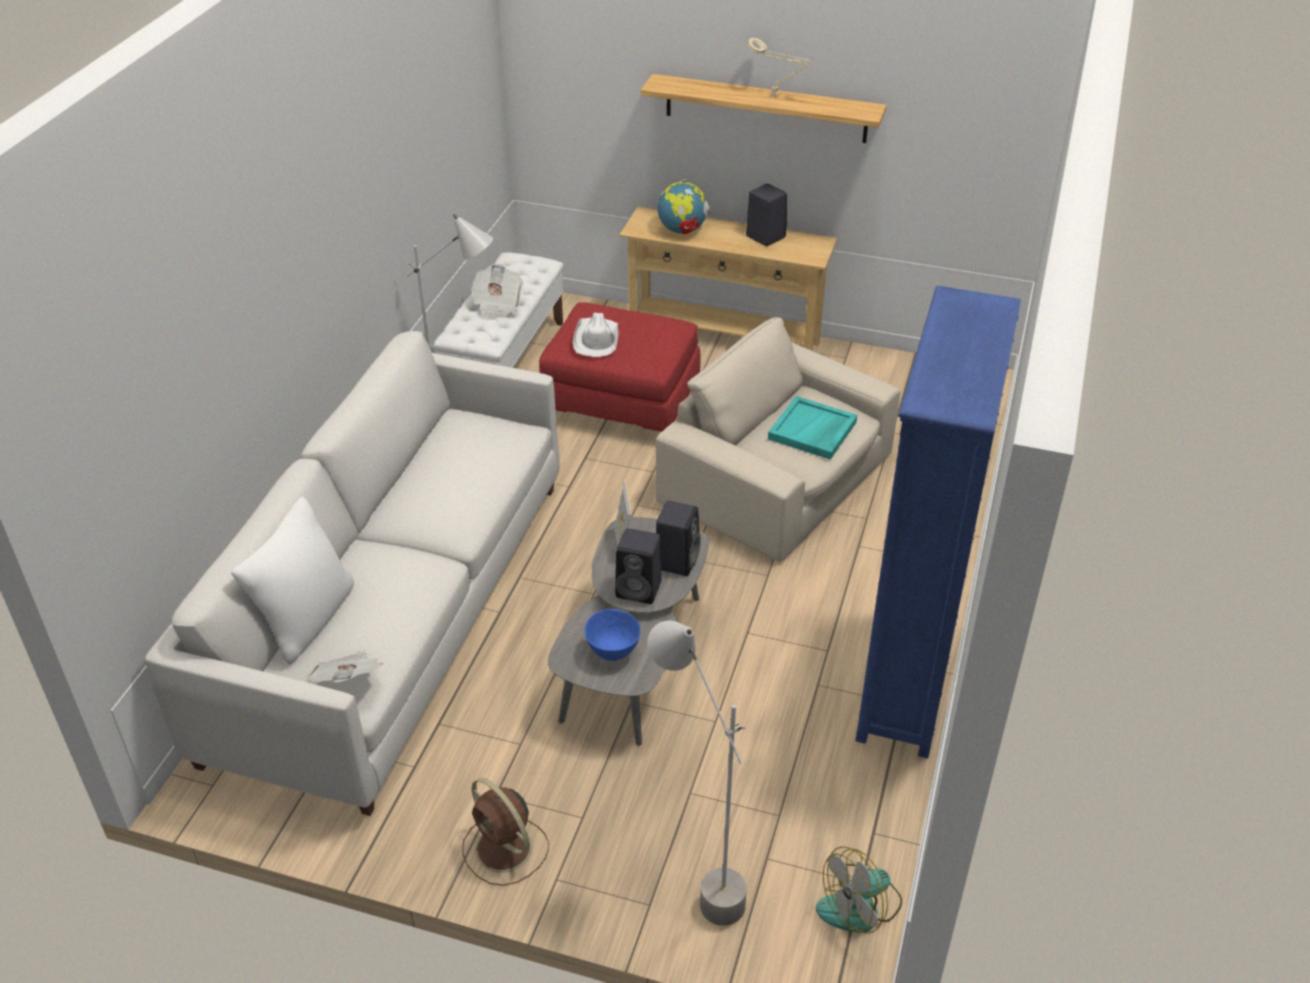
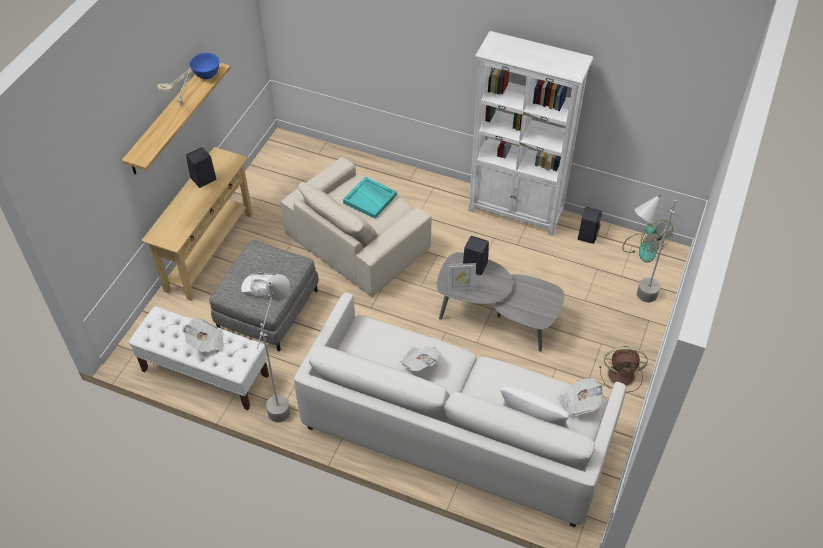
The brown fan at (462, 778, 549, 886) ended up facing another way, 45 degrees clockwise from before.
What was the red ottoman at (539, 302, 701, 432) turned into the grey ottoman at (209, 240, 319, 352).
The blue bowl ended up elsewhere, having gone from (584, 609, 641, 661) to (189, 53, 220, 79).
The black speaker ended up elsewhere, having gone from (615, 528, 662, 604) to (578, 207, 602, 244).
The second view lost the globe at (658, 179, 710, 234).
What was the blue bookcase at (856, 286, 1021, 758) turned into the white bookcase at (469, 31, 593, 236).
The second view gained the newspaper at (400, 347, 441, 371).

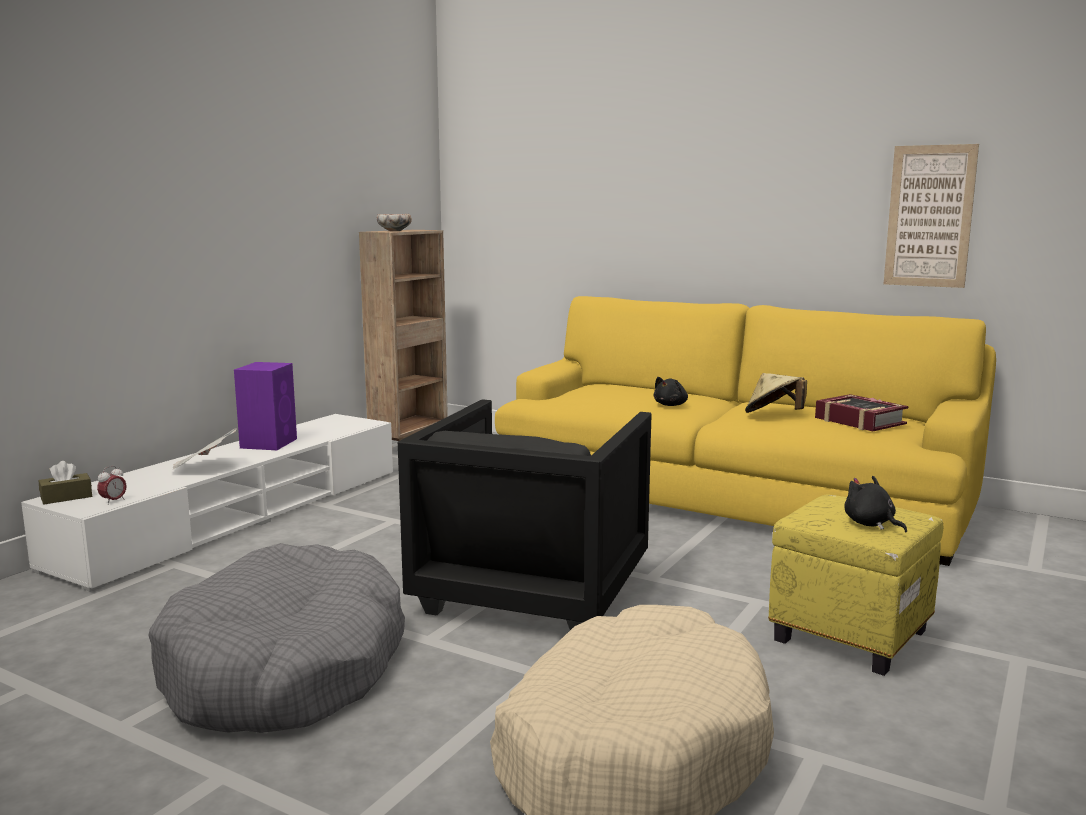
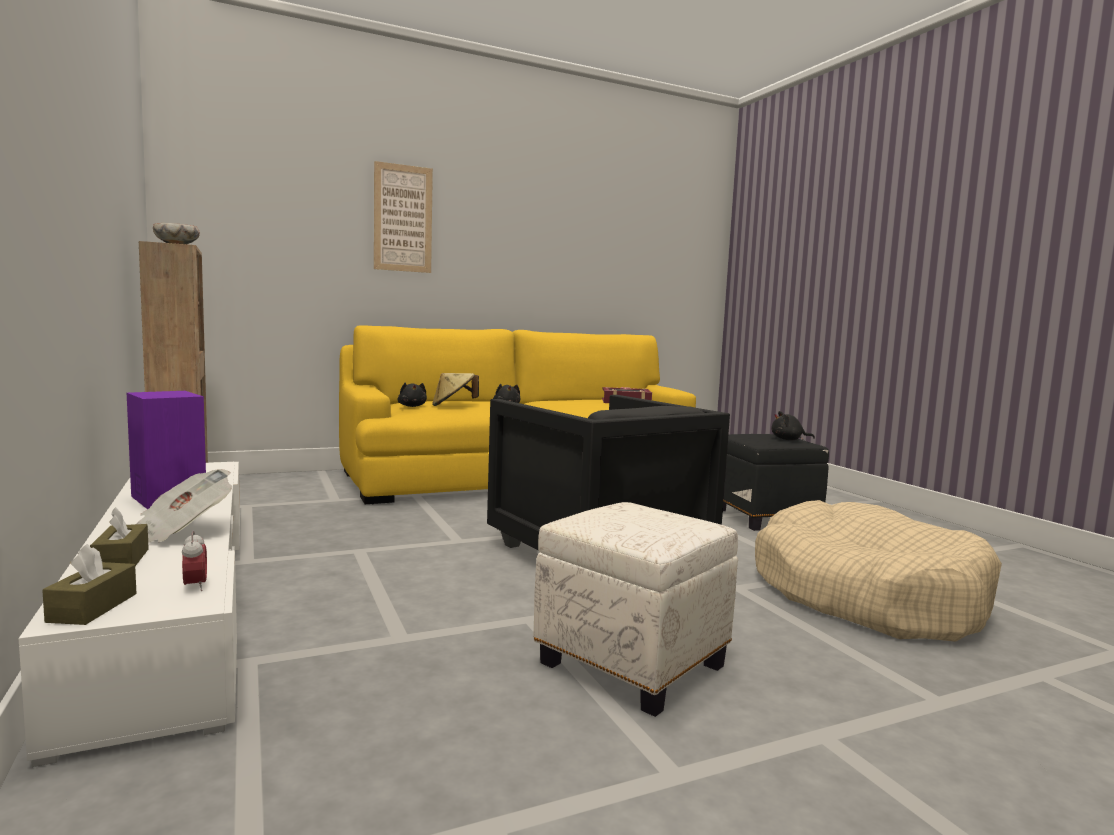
Where the grey dog bed stood at (148, 543, 405, 733), the white ottoman came to stand at (534, 502, 738, 717).
The beige hat ended up elsewhere, having gone from (745, 373, 807, 413) to (432, 373, 479, 406).
What was the yellow ottoman at (768, 494, 943, 676) turned into the black ottoman at (723, 434, 829, 531).
The picture ended up elsewhere, having gone from (884, 144, 979, 288) to (374, 161, 433, 273).
The second view gained the brown tissue box at (90, 508, 149, 566).
The second view gained the black plush toy at (397, 382, 427, 407).

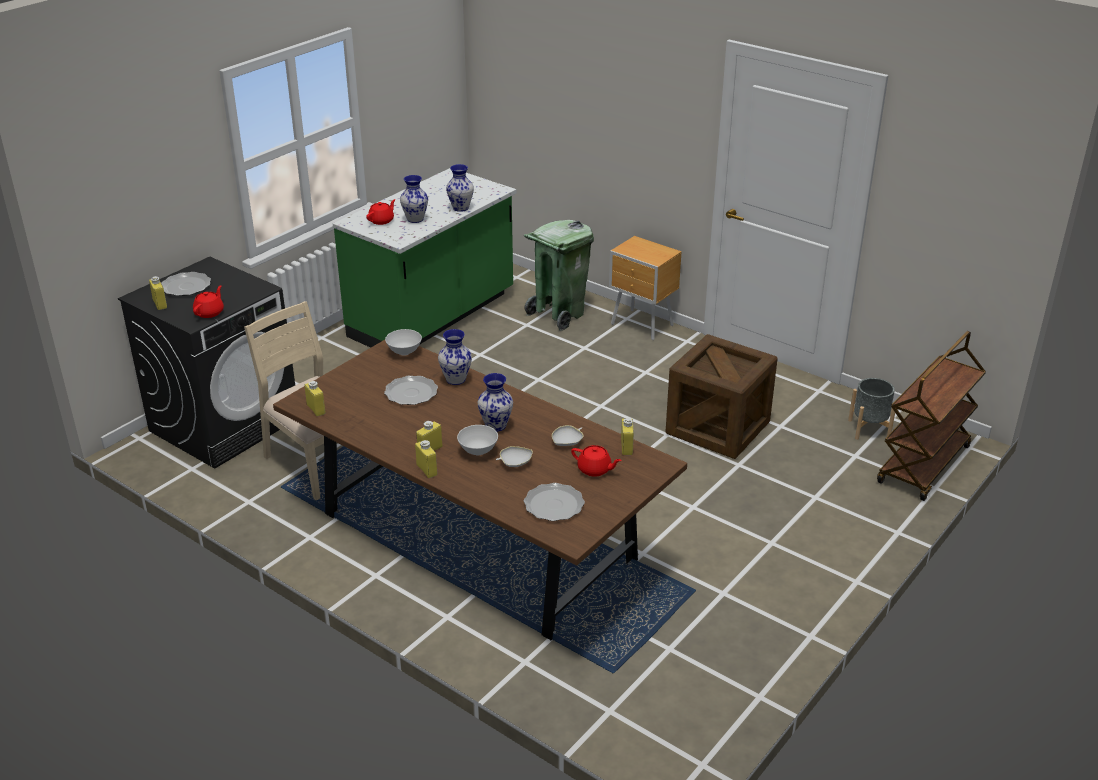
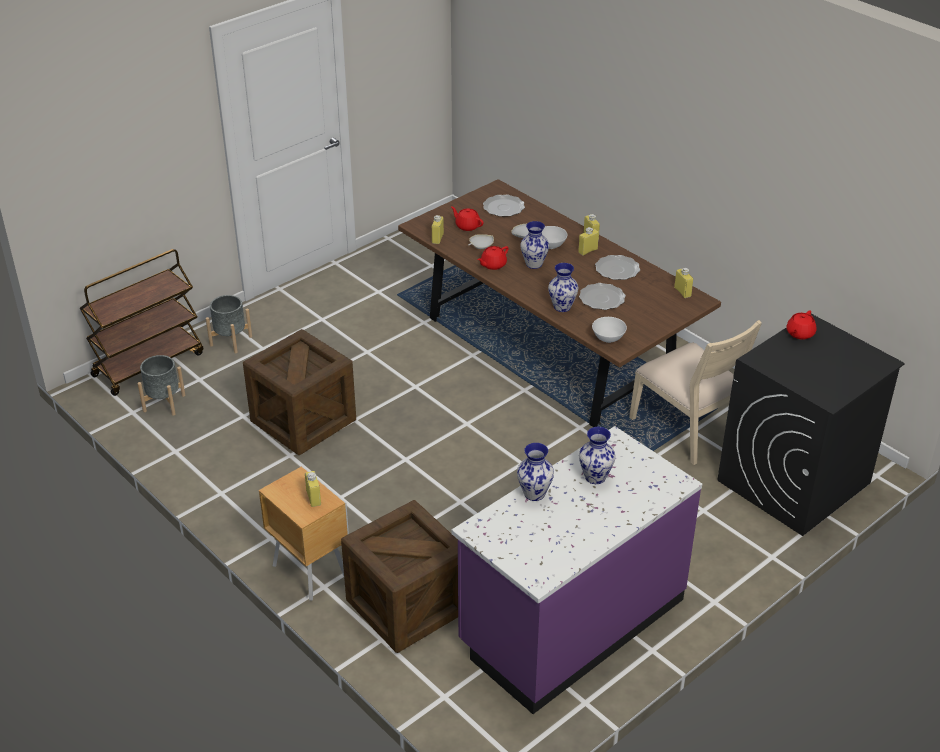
The yellow bottle ended up elsewhere, having gone from (149, 276, 167, 310) to (305, 471, 321, 507).
The plate ended up elsewhere, having gone from (161, 272, 211, 296) to (595, 255, 640, 280).
What was the green counter at (333, 168, 516, 348) turned into the purple counter at (451, 426, 702, 714).
The red teapot ended up elsewhere, having gone from (366, 199, 396, 225) to (477, 246, 509, 270).
Where the green trash can stood at (524, 220, 594, 331), the crate came to stand at (341, 500, 458, 653).
The second view gained the grey planter at (206, 295, 252, 353).

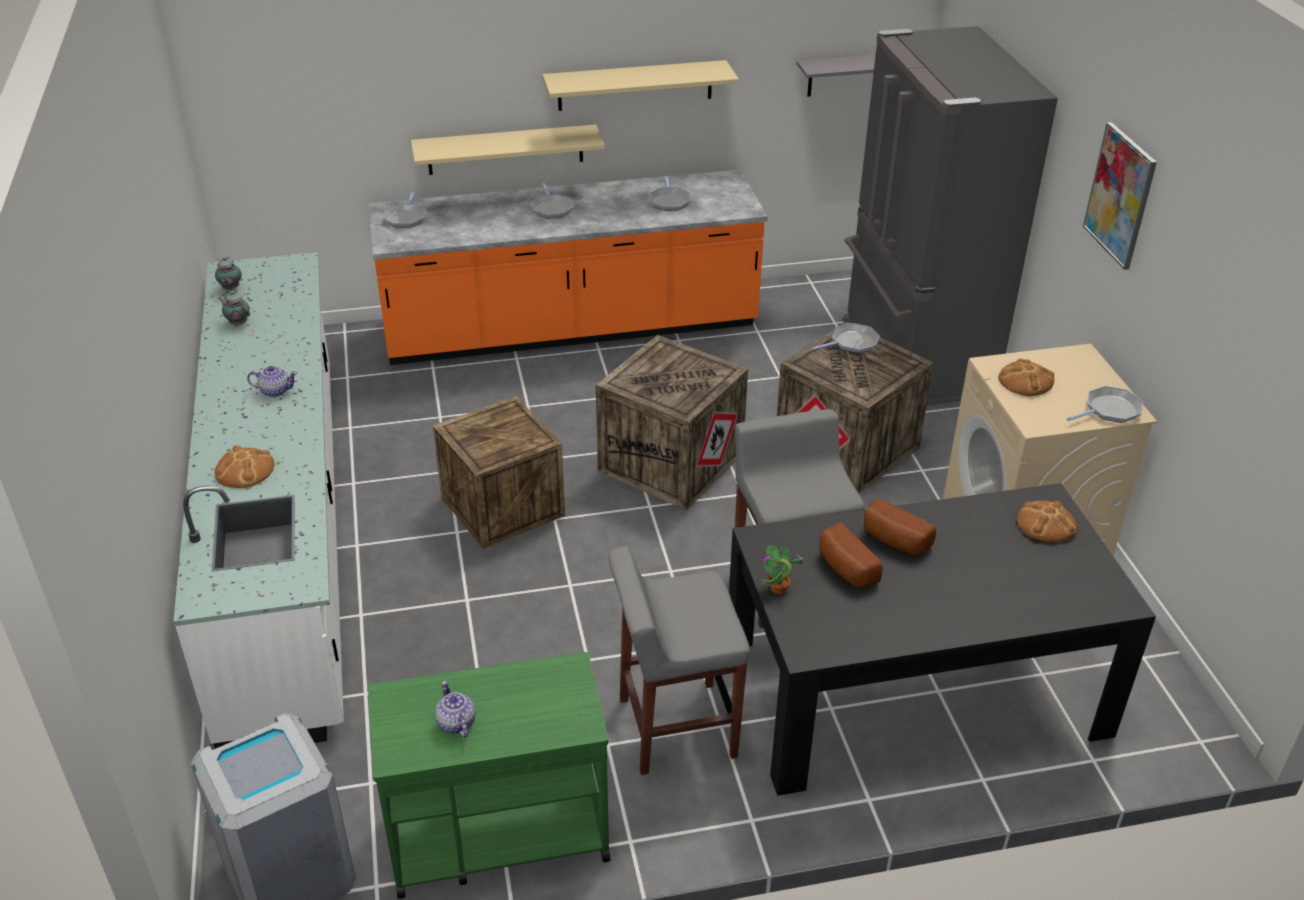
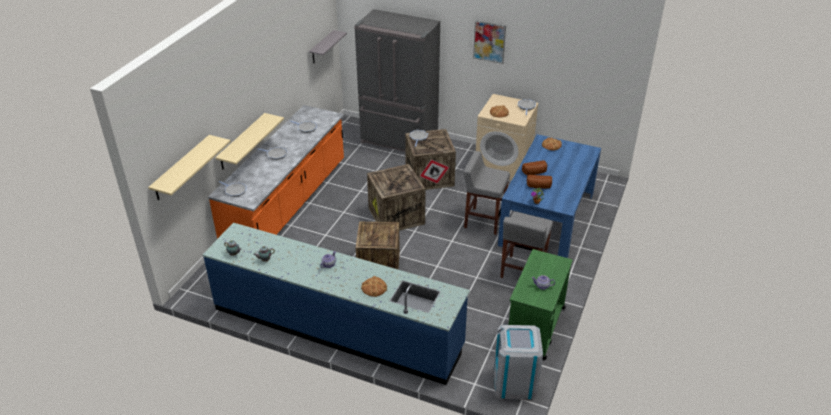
What was the white counter at (173, 252, 344, 749) turned into the blue counter at (203, 222, 470, 385).
The beige shelf ended up elsewhere, having gone from (542, 60, 739, 111) to (148, 135, 231, 200).
What was the black dining table at (729, 483, 1156, 796) turned into the blue dining table at (498, 134, 601, 258).

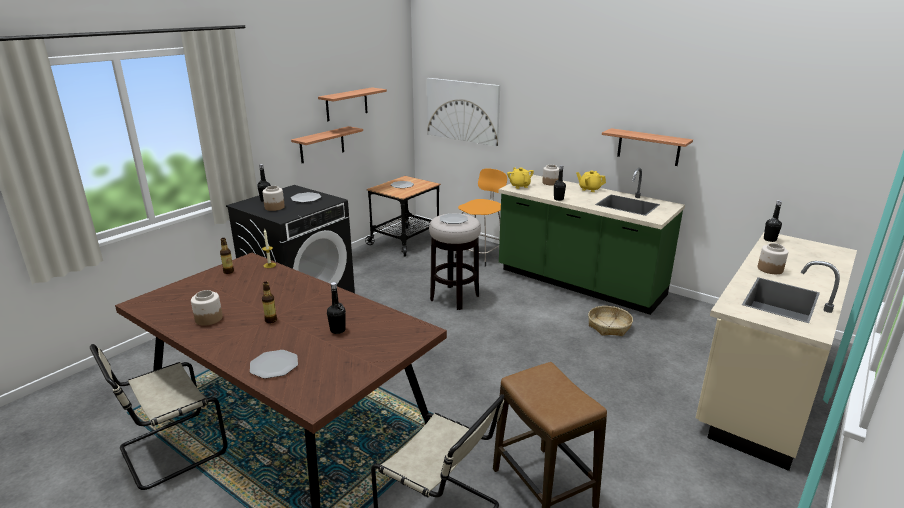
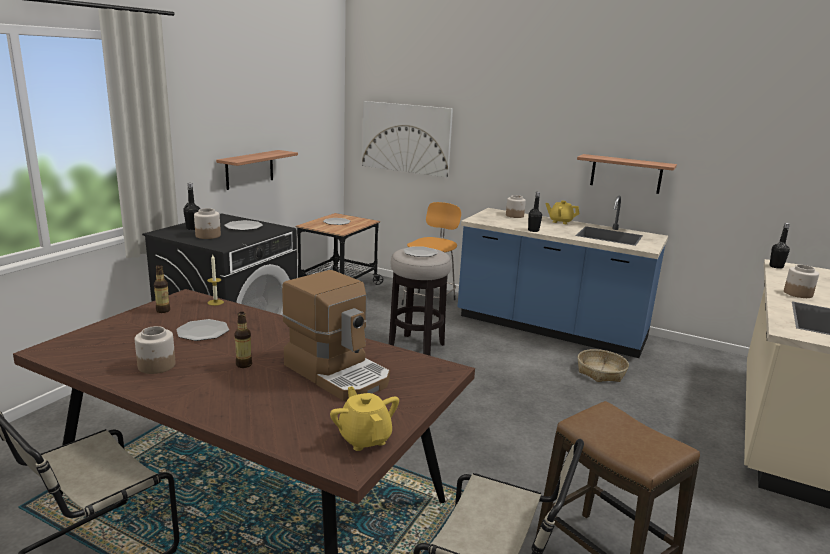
The plate ended up elsewhere, having gone from (250, 350, 298, 379) to (176, 319, 229, 341).
The second view lost the shelf at (318, 88, 387, 121).
Where the black bottle stood at (327, 282, 346, 334), the coffee machine came to stand at (282, 270, 390, 401).
What was the green counter at (498, 168, 685, 315) turned into the blue counter at (458, 196, 668, 358).
The yellow teapot ended up elsewhere, having gone from (507, 167, 534, 189) to (330, 386, 399, 451).

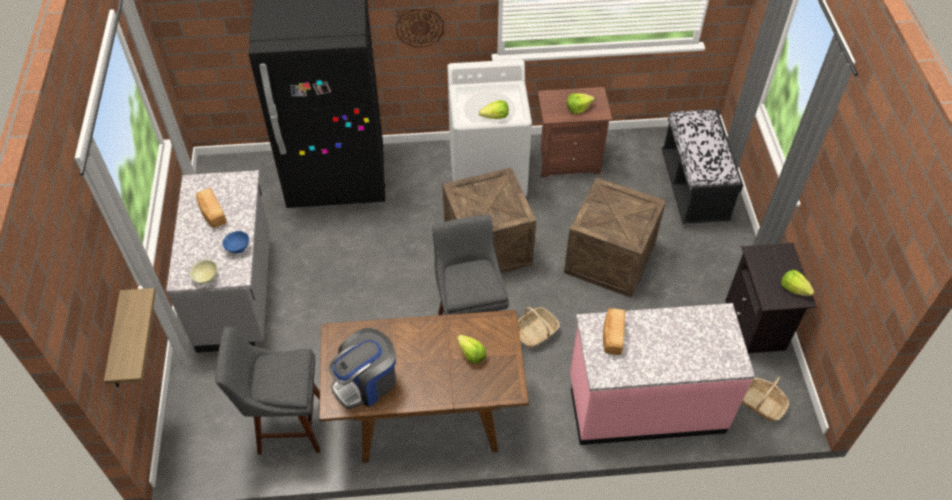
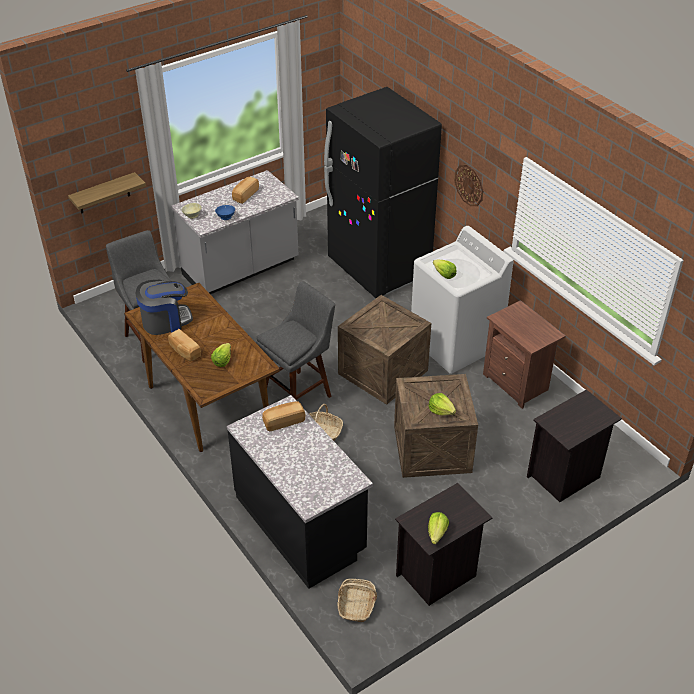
The coffee machine at (329, 328, 396, 409) ended up facing another way, 135 degrees clockwise from before.
The lettuce ended up elsewhere, having gone from (567, 93, 594, 114) to (429, 393, 456, 415).
What was the pink counter at (570, 303, 755, 445) turned into the black counter at (227, 395, 373, 589).
Where the black bench stood at (661, 109, 743, 224), the black nightstand came to stand at (527, 390, 622, 502).
The second view gained the bread at (168, 329, 201, 361).

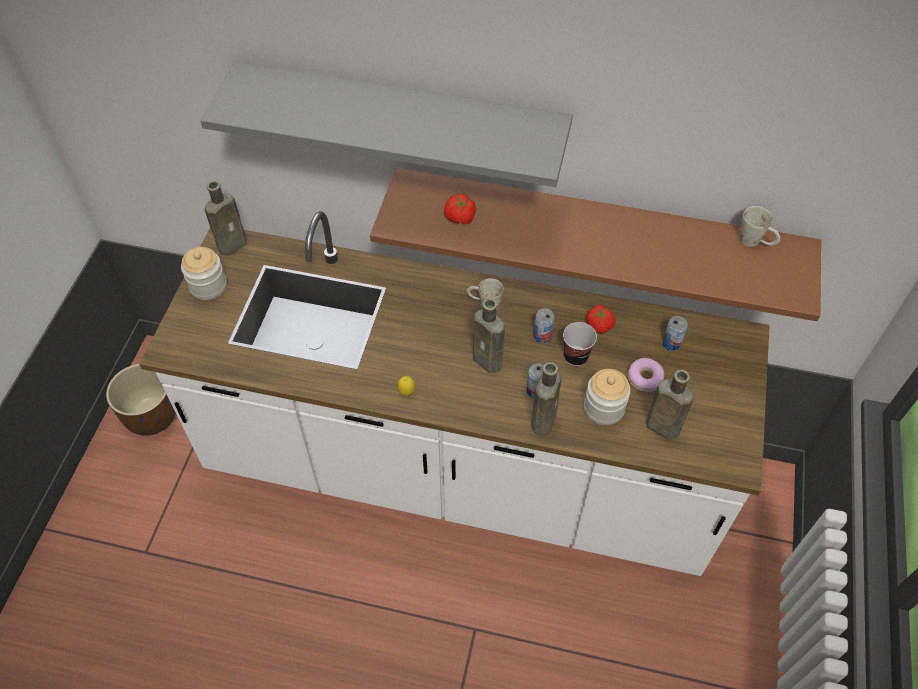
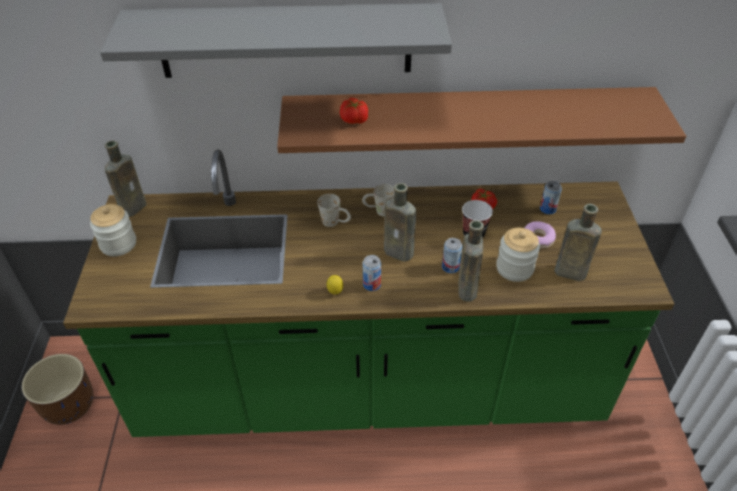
What was the white counter at (139, 211, 770, 576) turned into the green counter at (63, 150, 674, 437).
The can ended up elsewhere, having gone from (533, 308, 554, 343) to (363, 255, 381, 291).
The white mug ended up elsewhere, having gone from (739, 206, 780, 247) to (317, 194, 351, 227).

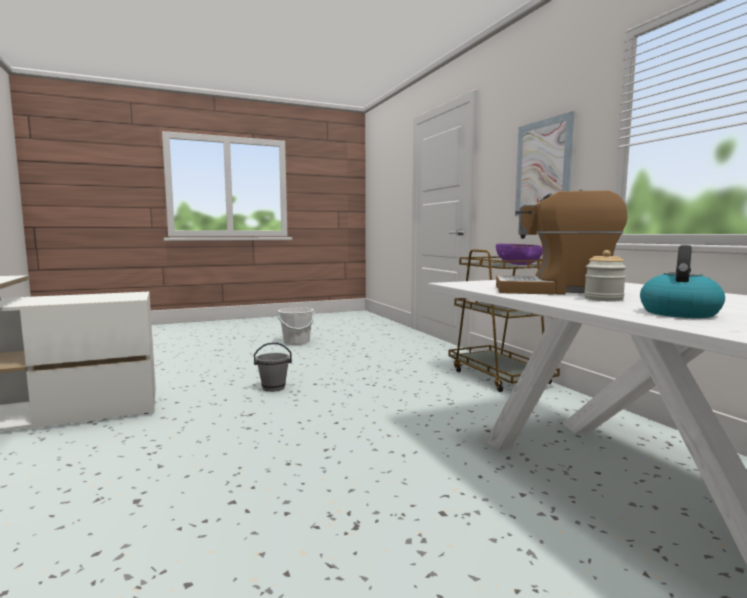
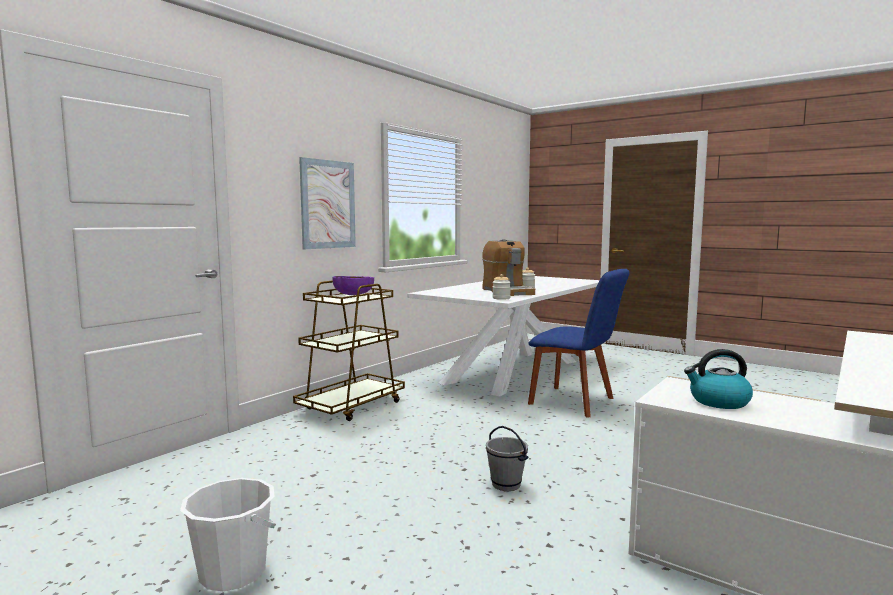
The kettle ended up elsewhere, having gone from (640, 245, 725, 318) to (684, 349, 753, 409).
The second view gained the jar at (492, 274, 511, 300).
The second view gained the blue chair at (528, 269, 629, 418).

